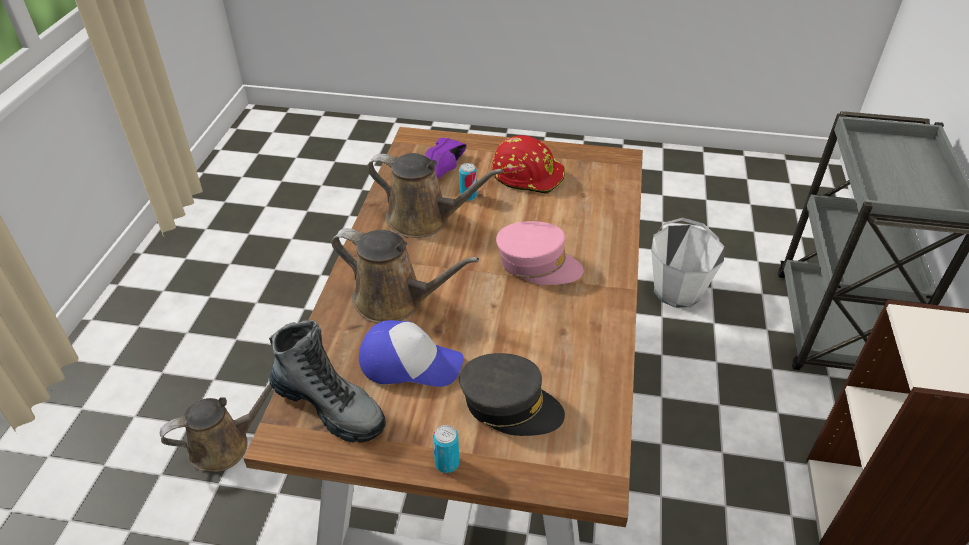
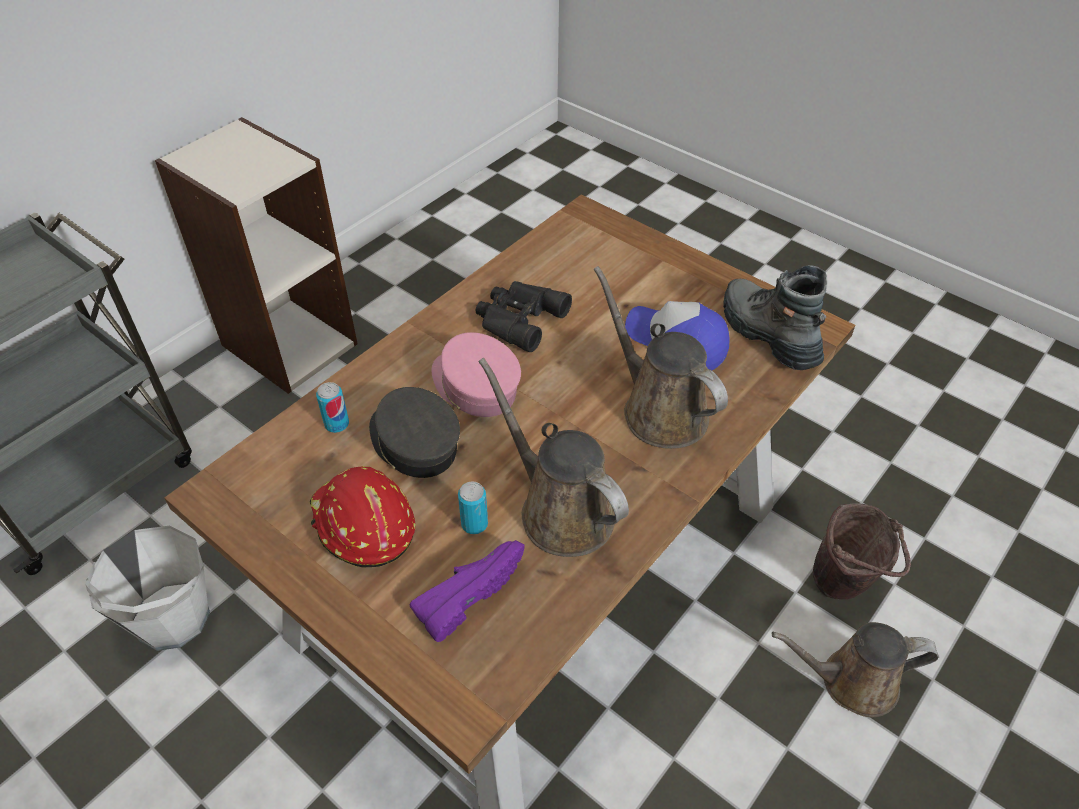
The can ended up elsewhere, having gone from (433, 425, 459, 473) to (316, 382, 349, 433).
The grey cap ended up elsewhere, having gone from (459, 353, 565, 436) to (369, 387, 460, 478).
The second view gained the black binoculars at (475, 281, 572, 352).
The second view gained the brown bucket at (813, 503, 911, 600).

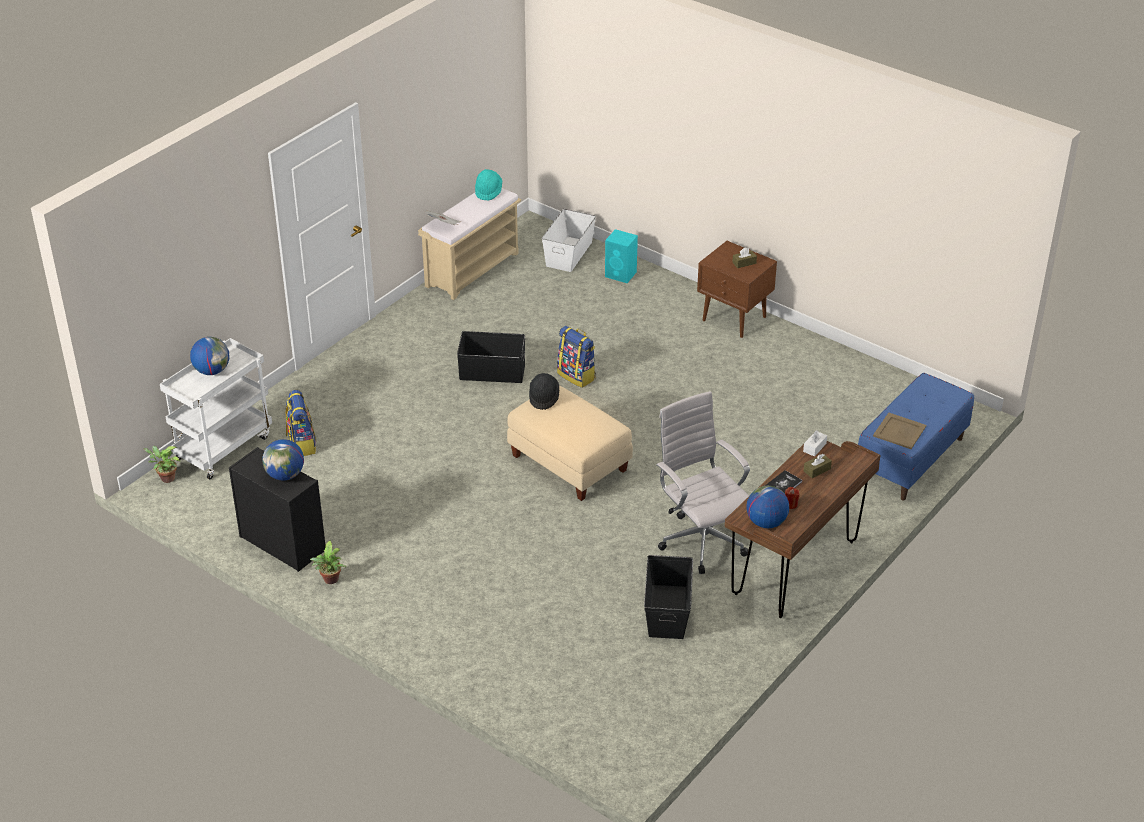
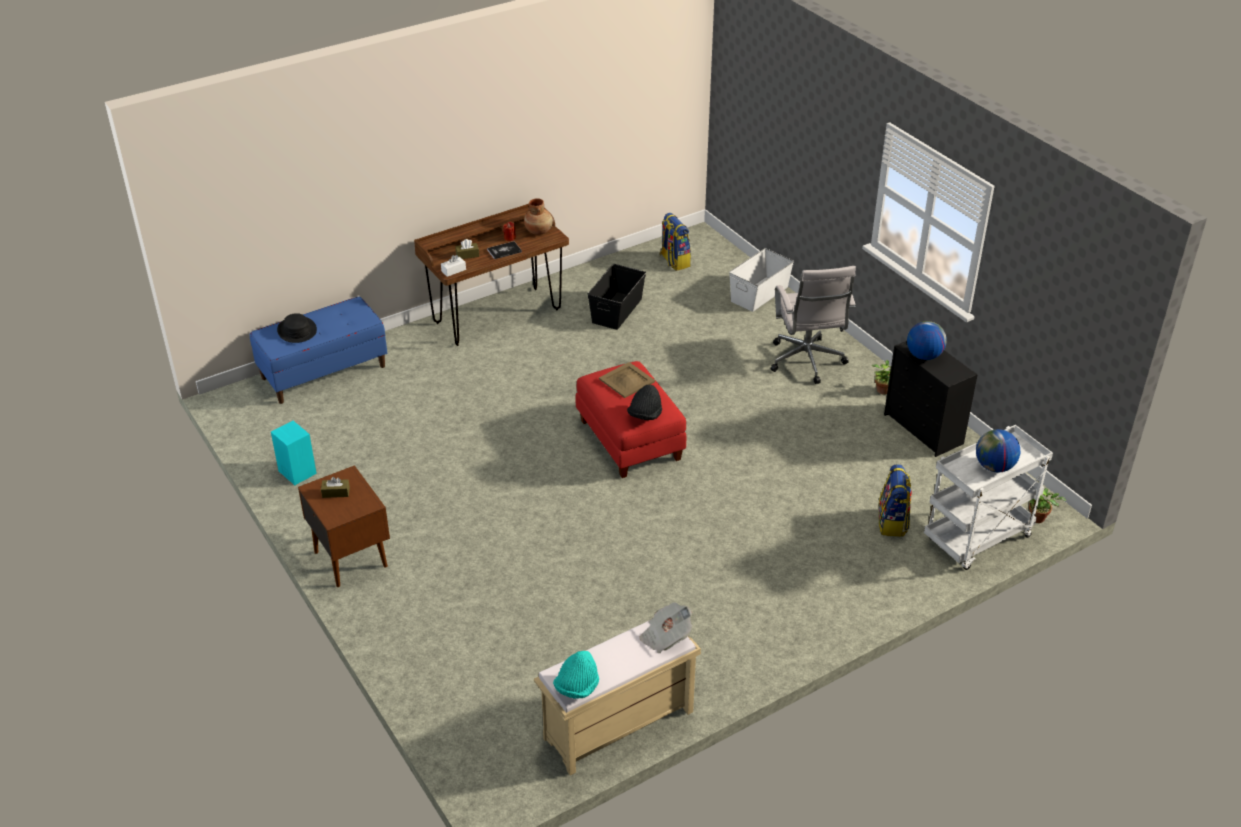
The second view lost the black storage box at (457, 331, 525, 383).
What was the beige ottoman at (507, 385, 633, 501) turned into the red ottoman at (576, 361, 686, 478).
The white storage box ended up elsewhere, having gone from (542, 209, 596, 272) to (729, 248, 794, 312).
The backpack ended up elsewhere, having gone from (557, 326, 596, 388) to (659, 213, 691, 270).
The turquoise speaker ended up elsewhere, having gone from (605, 229, 638, 283) to (271, 421, 317, 485).
The white office chair ended up elsewhere, having gone from (656, 391, 750, 574) to (771, 266, 856, 384).
Where the globe stood at (746, 486, 789, 528), the brown vase came to stand at (524, 198, 553, 235).
The beige tray ended up elsewhere, having gone from (873, 413, 926, 449) to (599, 362, 655, 398).
The second view gained the black hat at (277, 313, 317, 343).

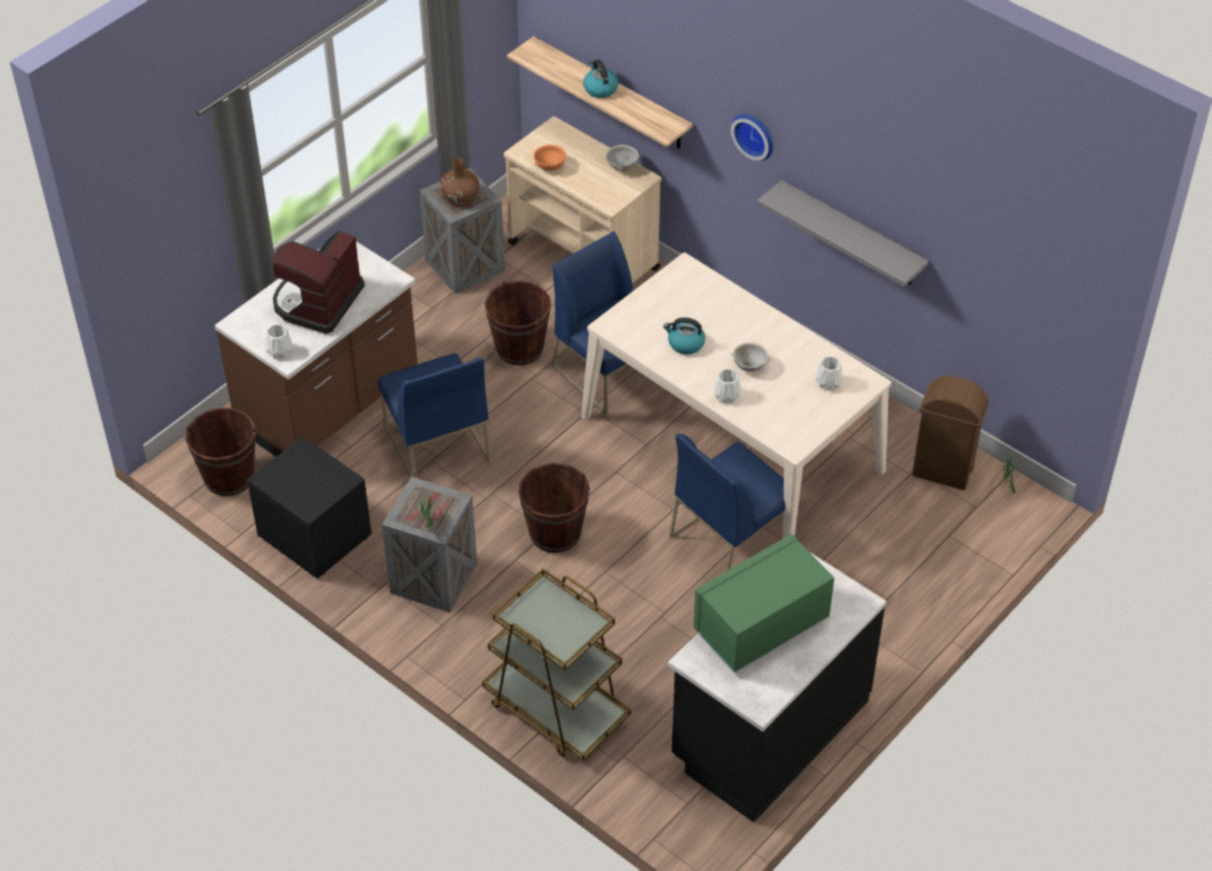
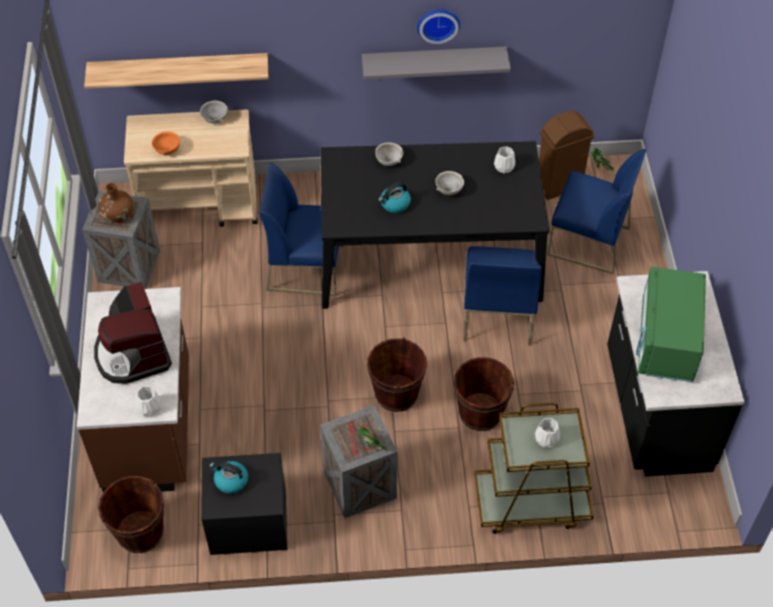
The blue chair ended up elsewhere, having gone from (378, 354, 492, 478) to (547, 149, 647, 274).
The brown bucket ended up elsewhere, having gone from (485, 281, 551, 365) to (454, 357, 514, 431).
What was the beige dining table at (581, 252, 891, 539) turned into the black dining table at (321, 141, 549, 309).
The kettle ended up elsewhere, having gone from (583, 60, 618, 98) to (209, 461, 248, 494).
The white vase ended up elsewhere, having gone from (714, 369, 741, 403) to (535, 418, 560, 448).
The wall clock ended up elsewhere, having gone from (731, 114, 773, 161) to (417, 9, 460, 44).
The second view gained the grey bowl at (375, 142, 403, 166).

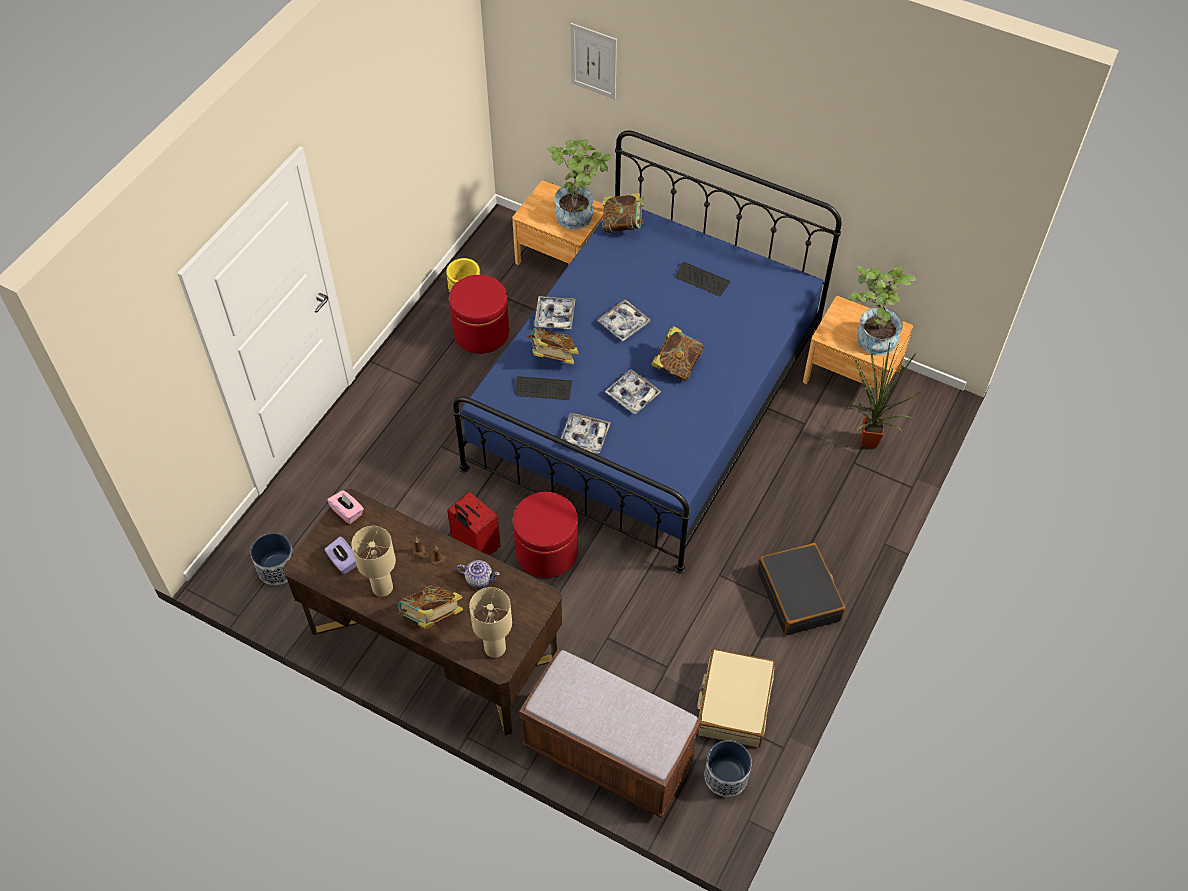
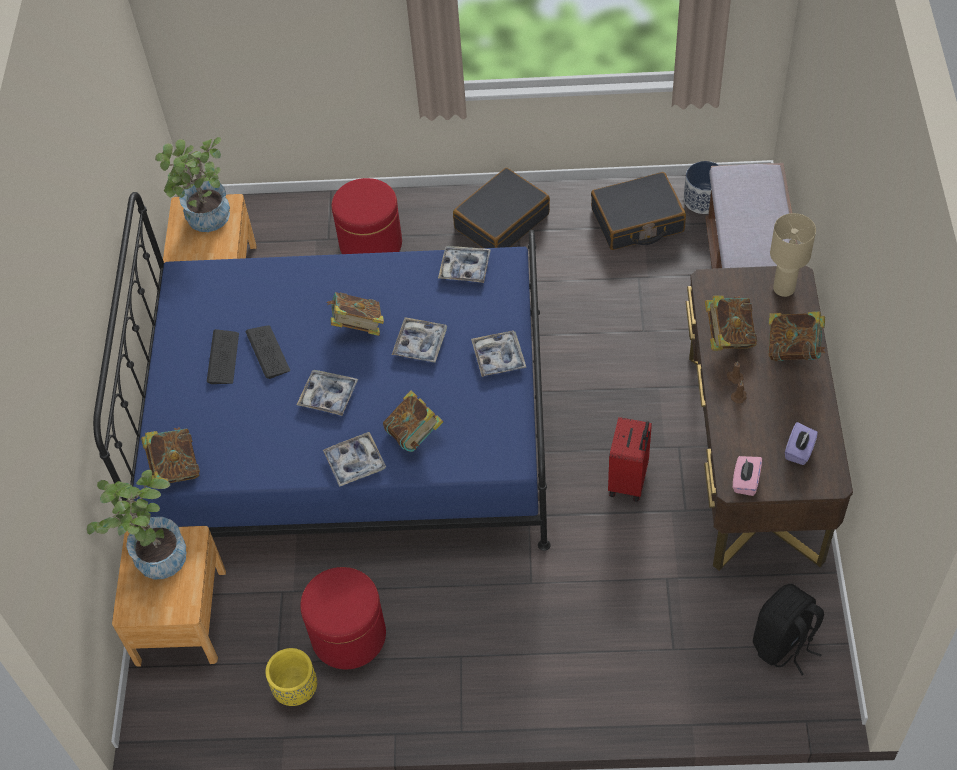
Where the planter stood at (251, 533, 294, 585), the black backpack came to stand at (753, 584, 824, 675).
The second view lost the beige table lamp at (351, 526, 396, 597).
Where the teapot stood at (456, 560, 500, 588), the book came to stand at (705, 296, 757, 350).
The red ottoman ended up elsewhere, having gone from (513, 492, 578, 578) to (332, 178, 402, 254).
The keyboard ended up elsewhere, having gone from (515, 376, 572, 400) to (246, 326, 290, 379).
The second view lost the picture at (570, 23, 617, 99).
What was the beige suitcase at (697, 649, 775, 748) turned into the black suitcase at (591, 172, 686, 250).
The second view lost the potted plant at (846, 343, 920, 448).
The second view gained the tray at (438, 246, 491, 283).

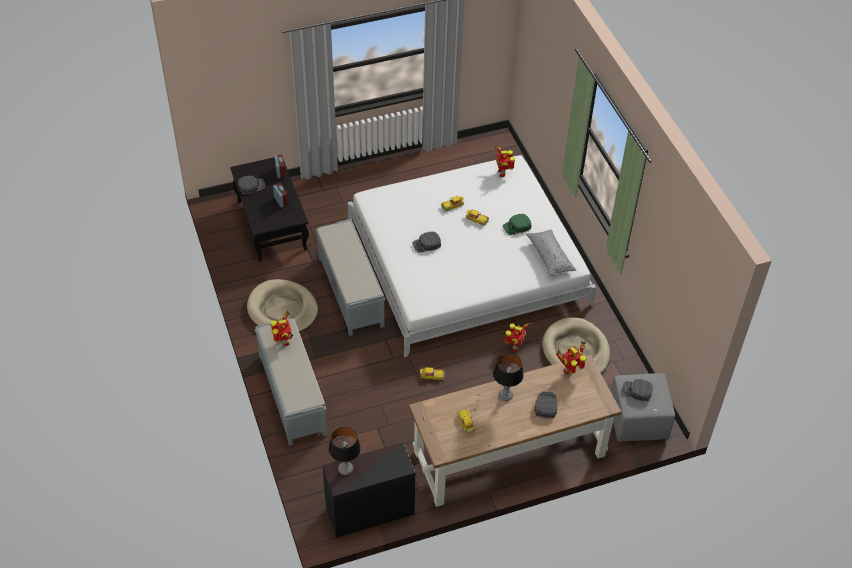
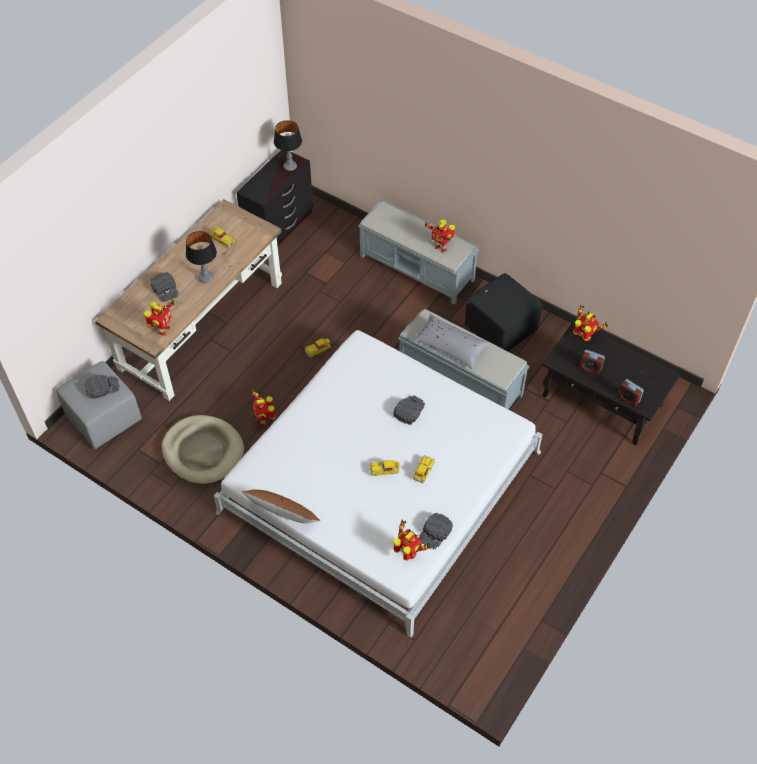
The black cap ended up elsewhere, having gone from (238, 176, 266, 194) to (419, 513, 453, 549).
Where the beige dog bed stood at (247, 279, 318, 332), the black ottoman came to stand at (465, 273, 542, 351).
The second view lost the green cap at (503, 214, 531, 235).
The grey pillow ended up elsewhere, having gone from (526, 230, 576, 275) to (414, 314, 489, 369).
The second view gained the brown pillow at (242, 490, 320, 524).
The second view gained the toy robot at (573, 304, 608, 342).

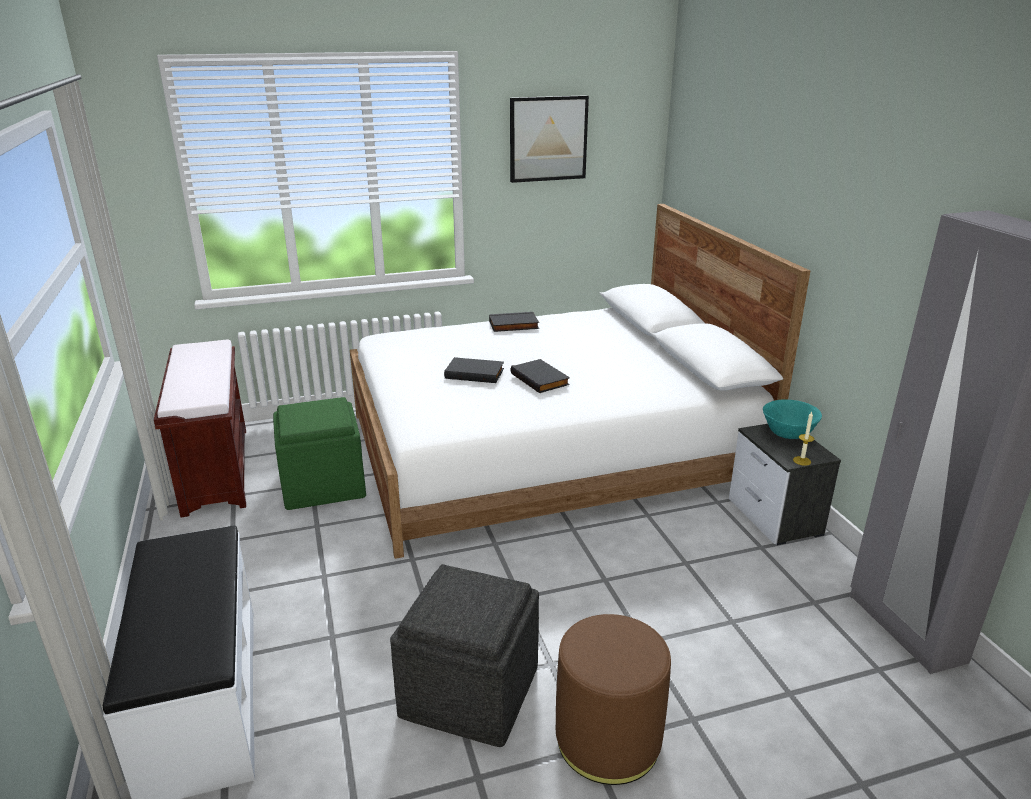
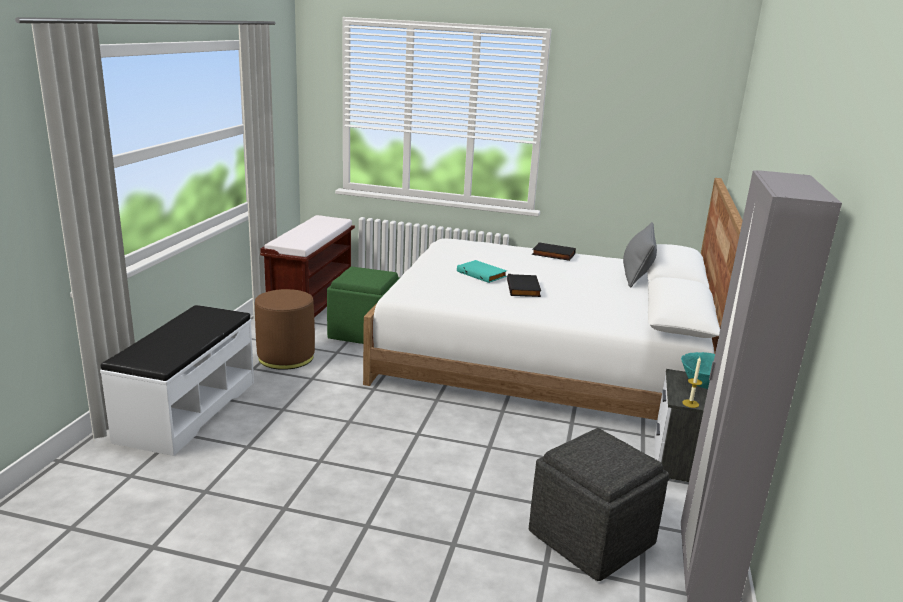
The grey ottoman ended up elsewhere, having gone from (390, 564, 539, 747) to (529, 428, 669, 581).
What was the black book at (444, 357, 504, 383) turned into the turquoise book at (457, 260, 507, 283).
The second view lost the picture at (510, 95, 589, 183).
The brown ottoman ended up elsewhere, having gone from (556, 614, 671, 785) to (255, 289, 315, 370).
The second view gained the grey pillow at (623, 222, 657, 287).

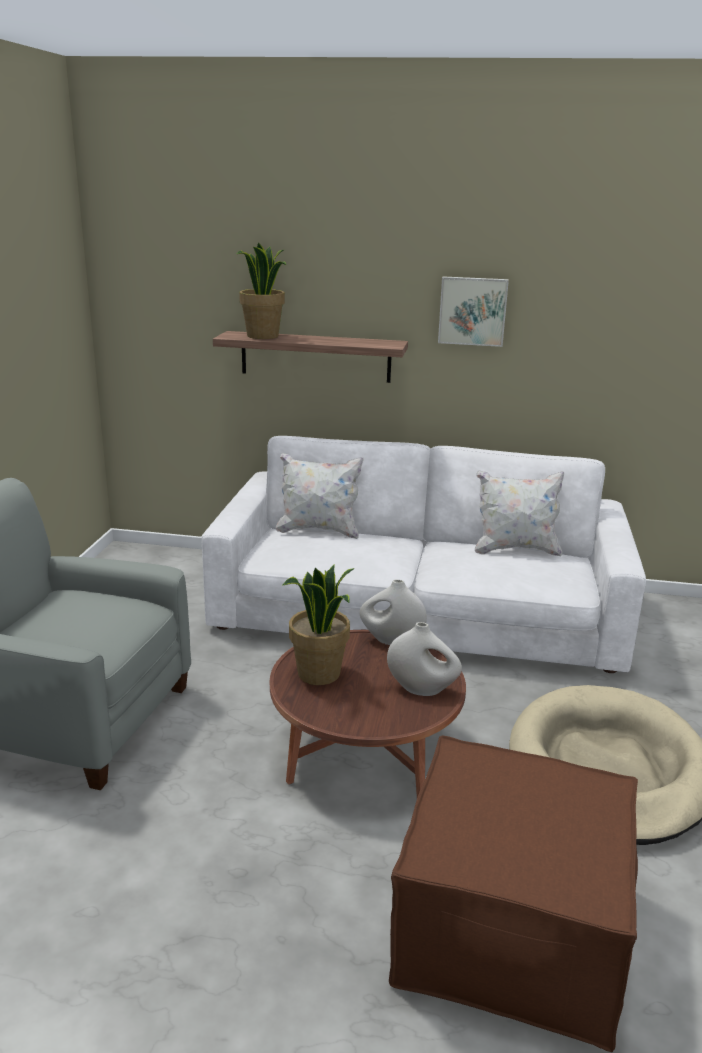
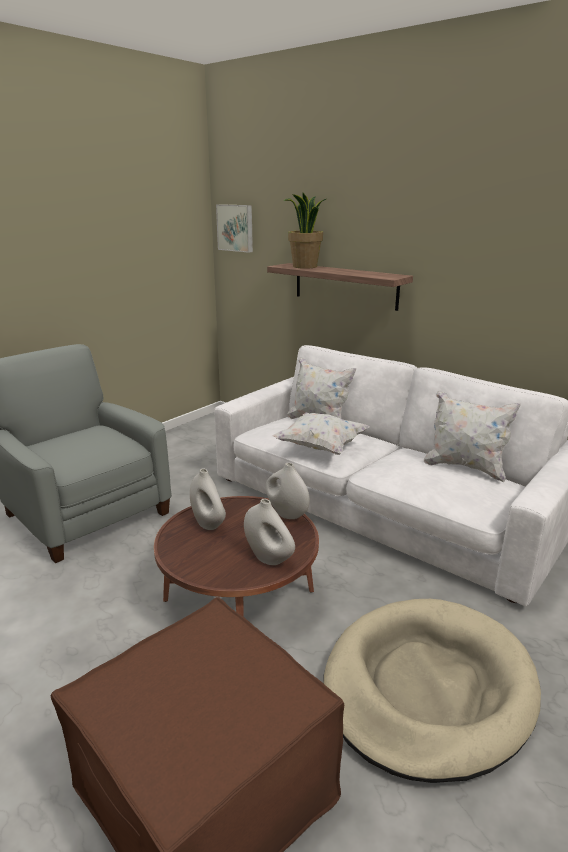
Where the potted plant stood at (283, 564, 355, 685), the white vase came to stand at (190, 468, 226, 530).
The picture ended up elsewhere, having gone from (438, 276, 509, 347) to (216, 204, 253, 253).
The second view gained the white pillow at (273, 413, 370, 455).

